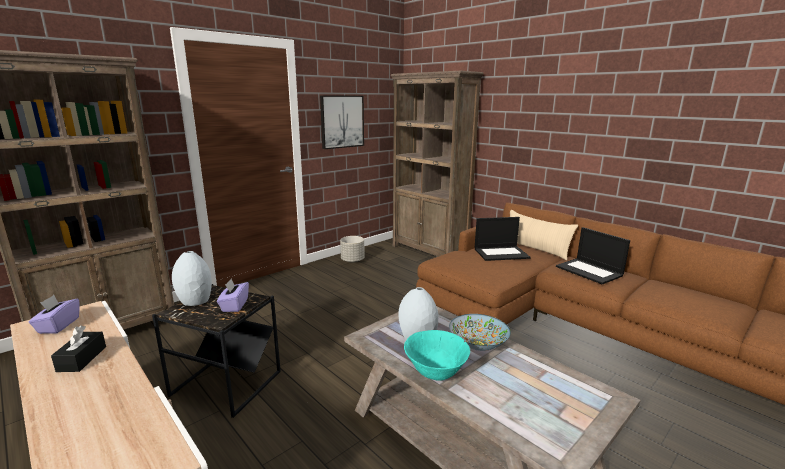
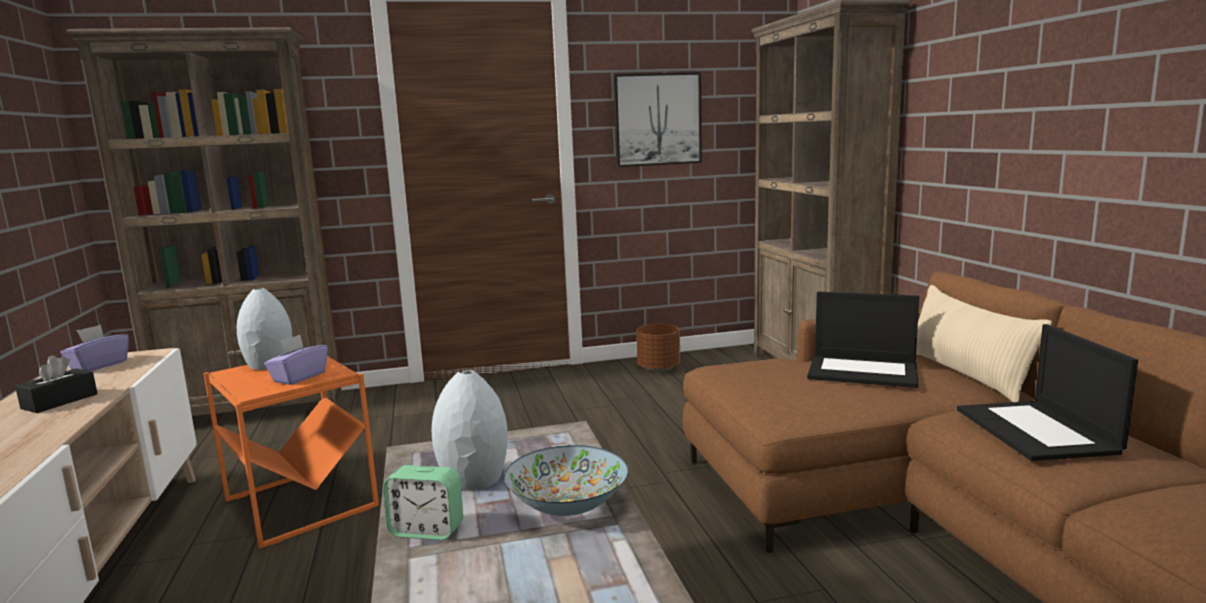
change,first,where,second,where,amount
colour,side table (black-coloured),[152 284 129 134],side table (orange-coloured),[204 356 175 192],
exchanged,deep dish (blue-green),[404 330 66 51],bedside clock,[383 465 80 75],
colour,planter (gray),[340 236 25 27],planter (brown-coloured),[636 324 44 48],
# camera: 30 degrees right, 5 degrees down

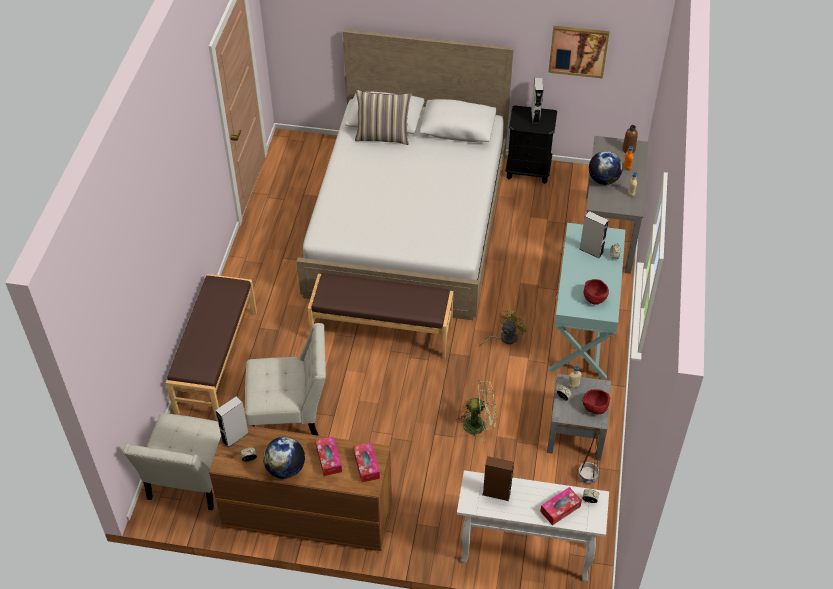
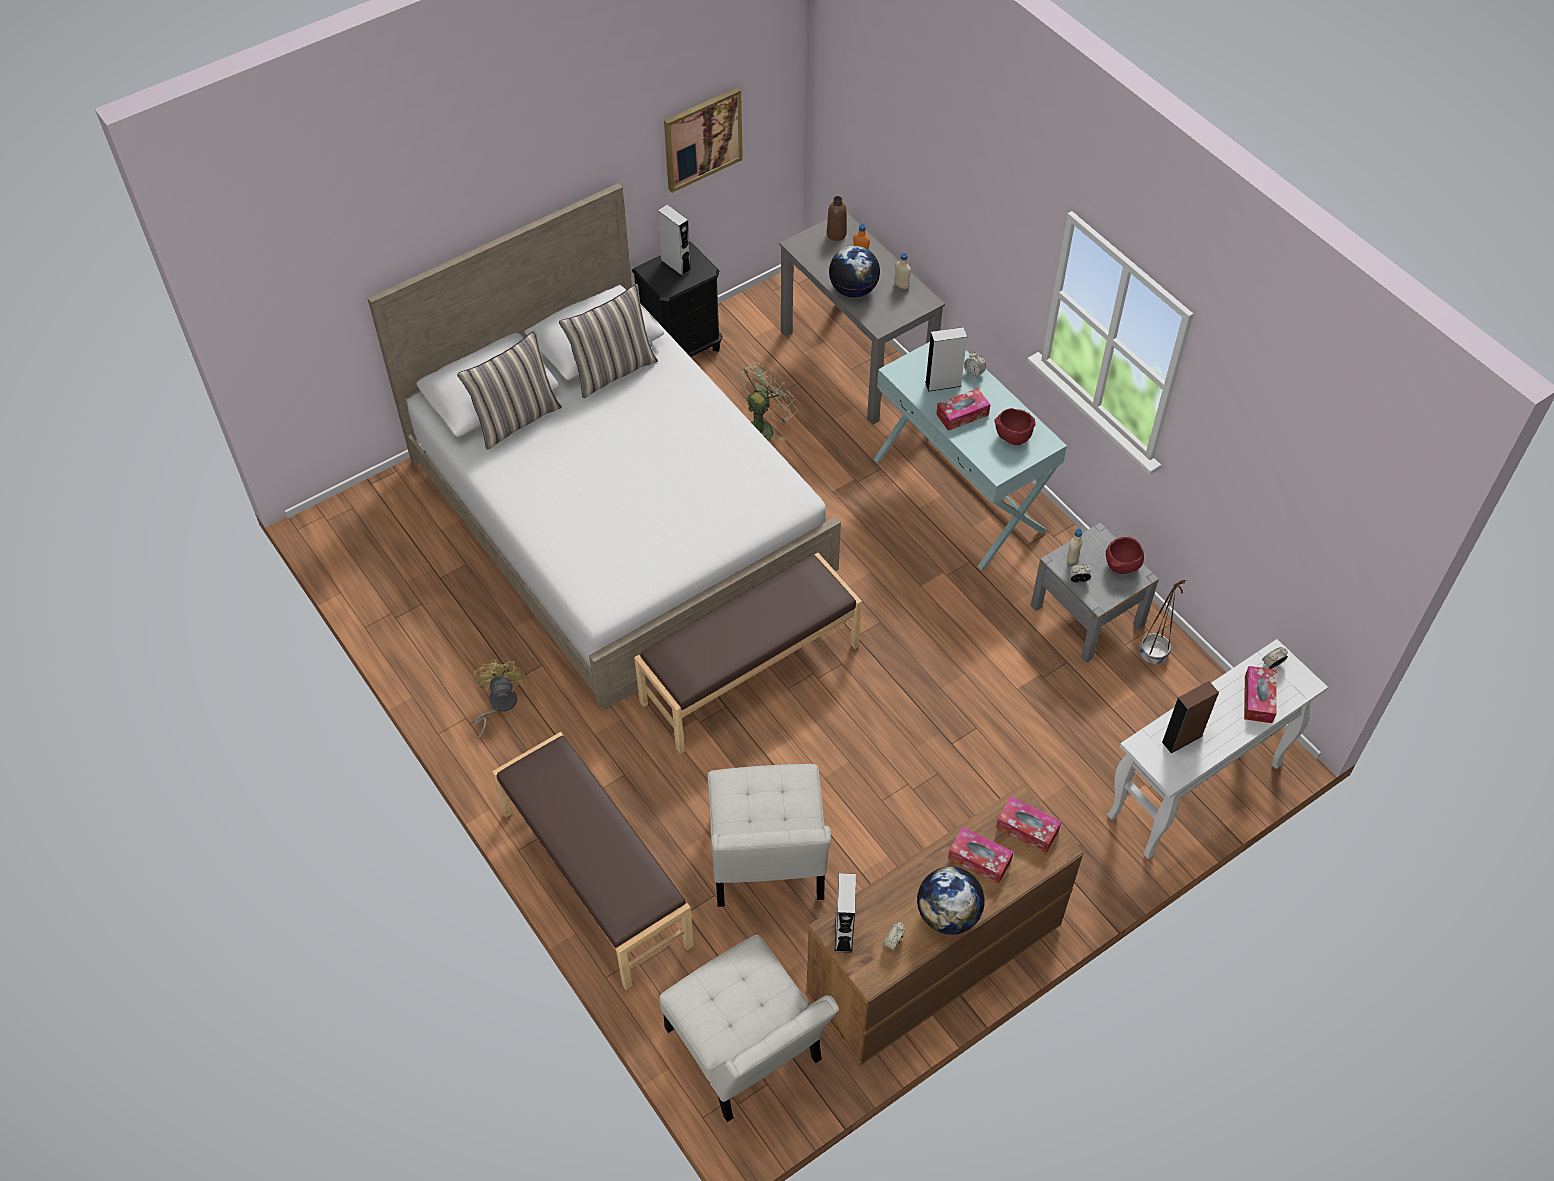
change,first,where,second,where,amount
relocated,fan (yellow-coloured),[480 309 47 37],,[473 659 52 81],
appeared,,,throw pillow,[559 284 99 114],
spun,upright chair (white-coloured),[245 323 81 113],,[708 764 123 143],135 degrees clockwise
relocated,fan (green-coloured),[456 380 40 62],,[740 362 57 79],
appeared,,,box of tissues,[936 388 54 43],
# camera: 45 degrees left, 5 degrees up

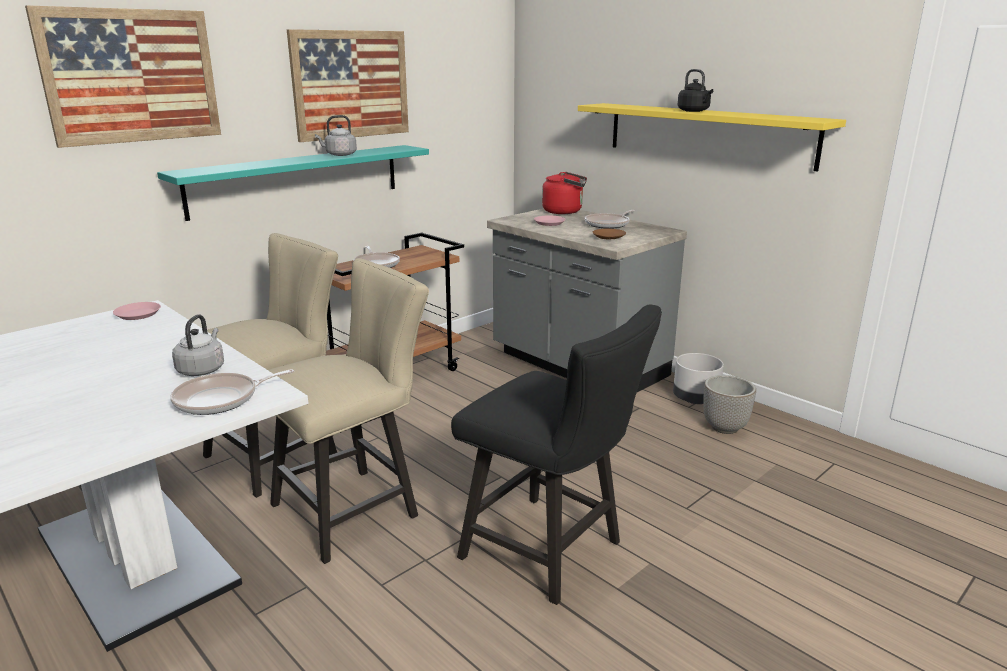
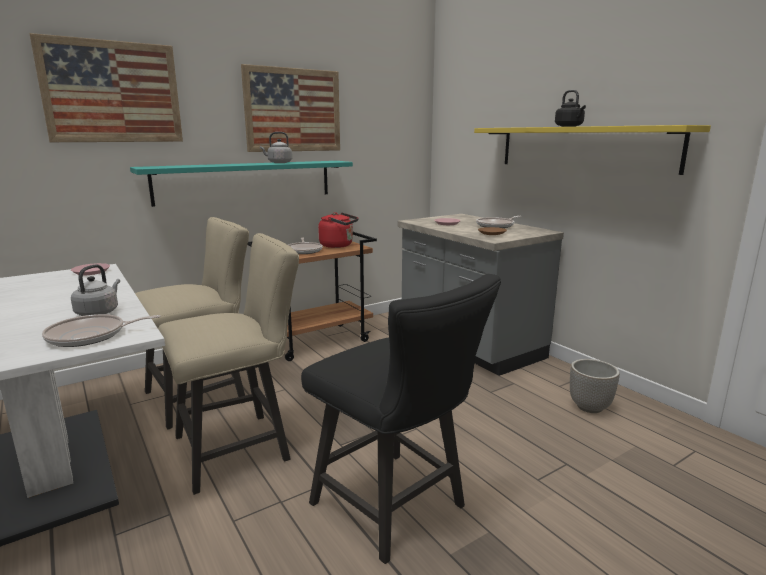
change,first,where,second,where,amount
relocated,water kettle (red),[542 172 45 42],,[318 212 40 36],
missing,planter (gray),[673 353 51 51],,,
# camera: 10 degrees right, 5 degrees down

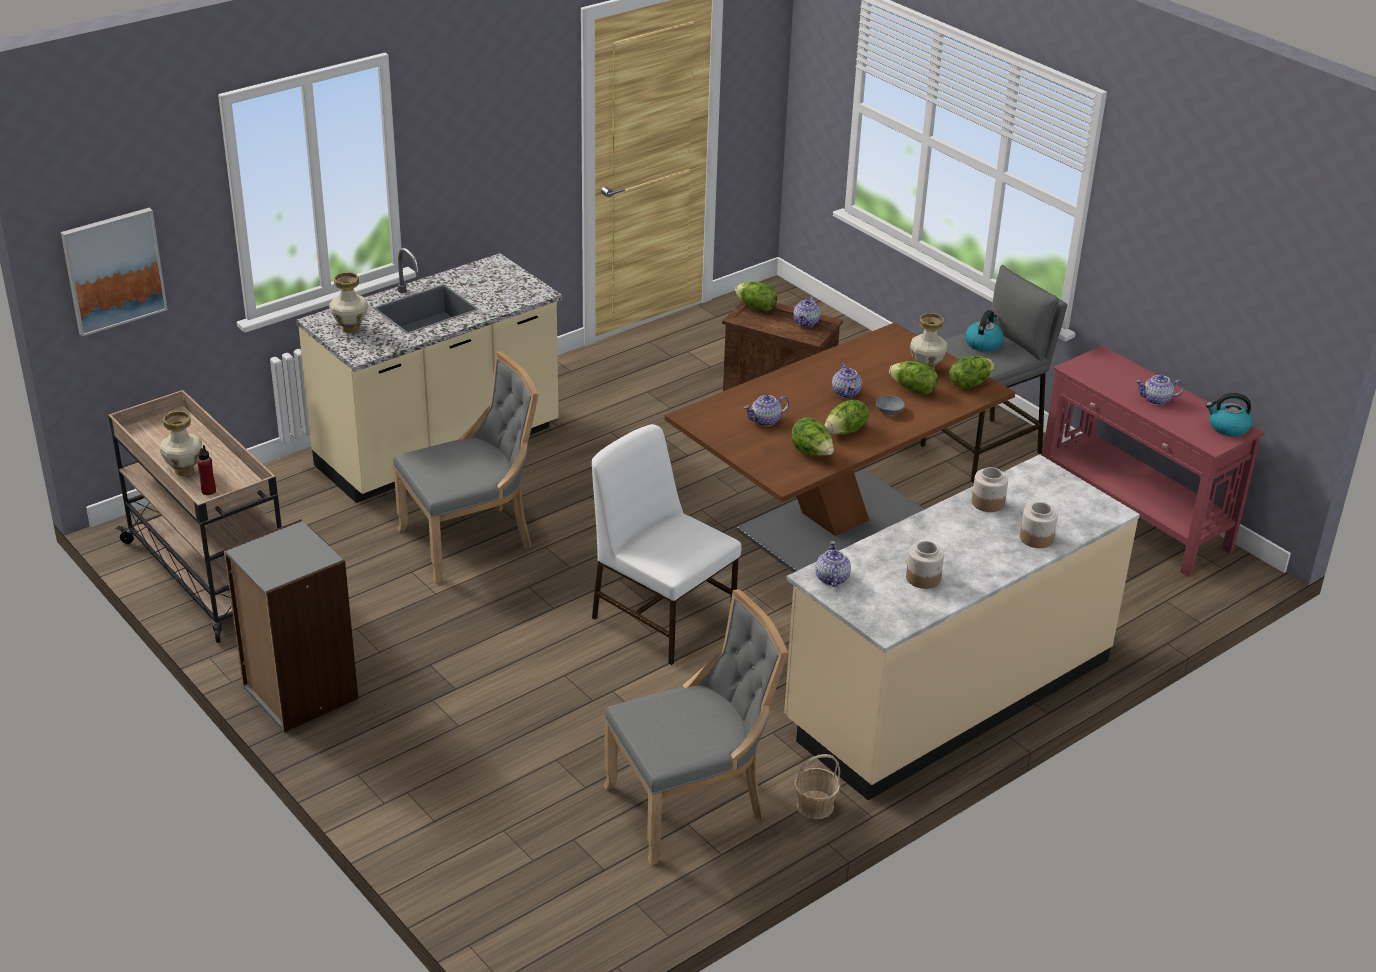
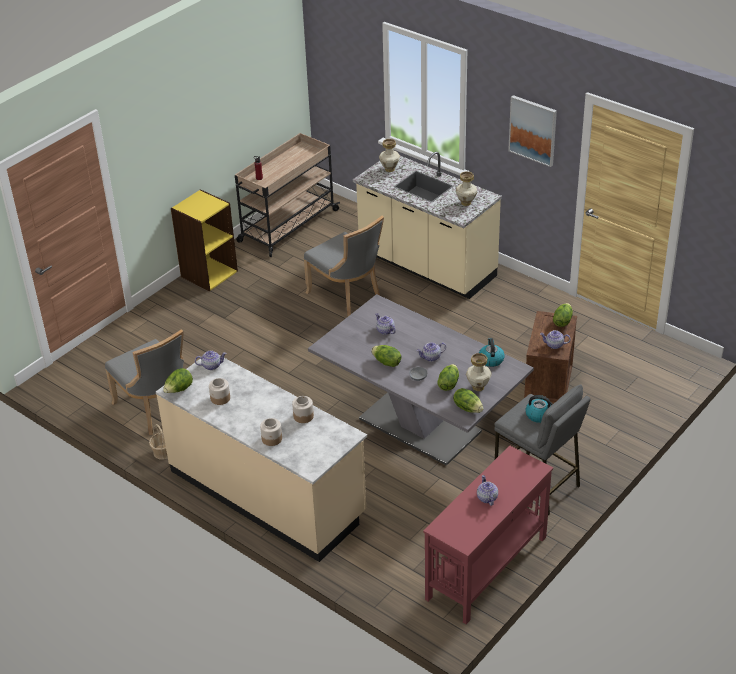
change,first,where,second,where,amount
relocated,head of lettuce,[791 417 43 39],,[163 368 30 25],
colour,bookshelf (gray),[224 519 134 213],bookshelf (yellow-coloured),[171 189 67 102],
colour,dining table (brown-coloured),[665 322 350 251],dining table (gray),[308 294 226 172],
relocated,flower vase,[160 411 42 65],,[456 171 21 35],
relocated,water kettle,[1206 393 47 44],,[479 338 26 29],
relocated,picture,[61 208 107 129],,[508 95 49 72],
missing,upright chair (white-coloured),[592 424 149 241],,,
# camera: 80 degrees right, 5 degrees up

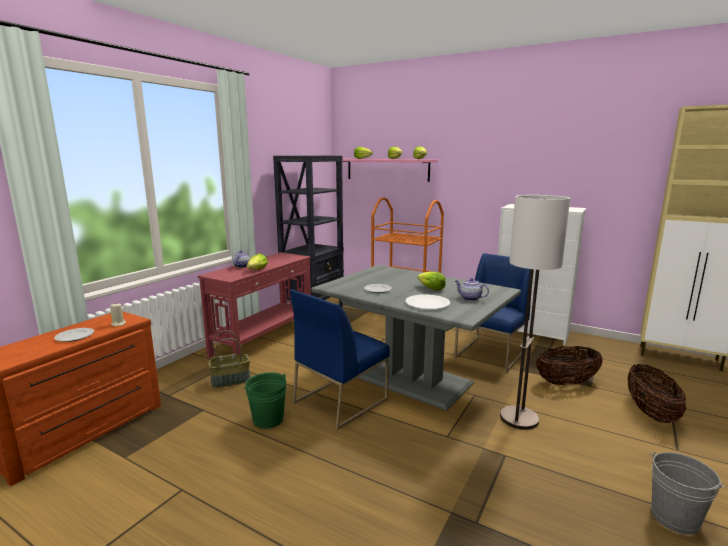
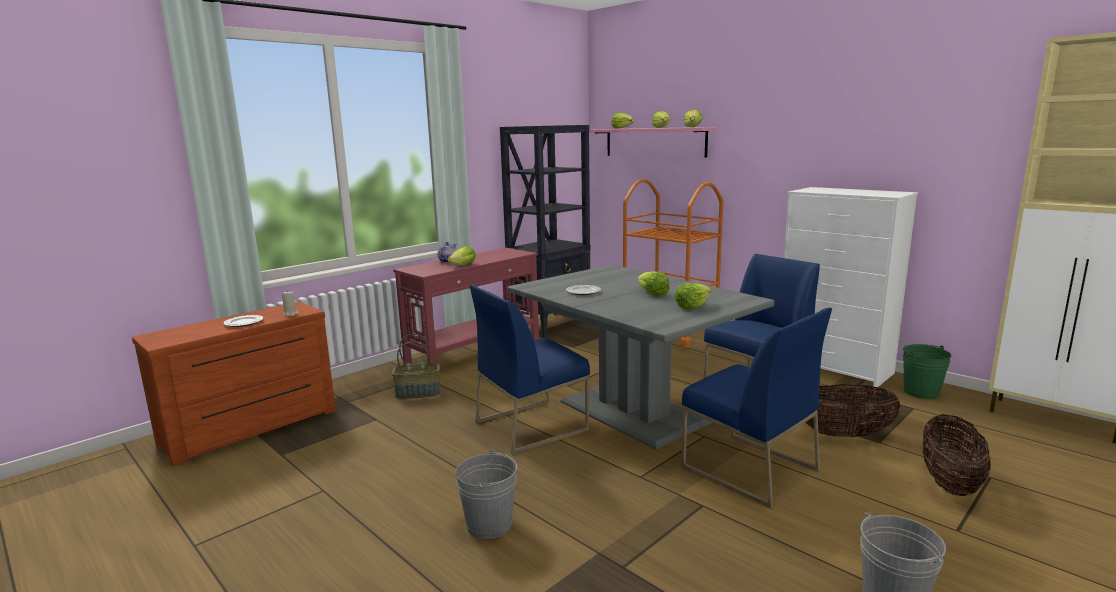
change,first,where,second,where,amount
appeared,,,pail (gray),[455 449 62 90],
exchanged,tea pot,[455 278 34 23],head of lettuce,[674 283 37 27],
exchanged,standing lamp,[500 195 70 235],upright chair (blue-coloured),[681 308 151 200],
relocated,pail (green-coloured),[243 372 43 57],,[903 344 49 55],
missing,plate (white-coloured),[405 294 45 15],,,
# camera: 15 degrees right, 0 degrees up

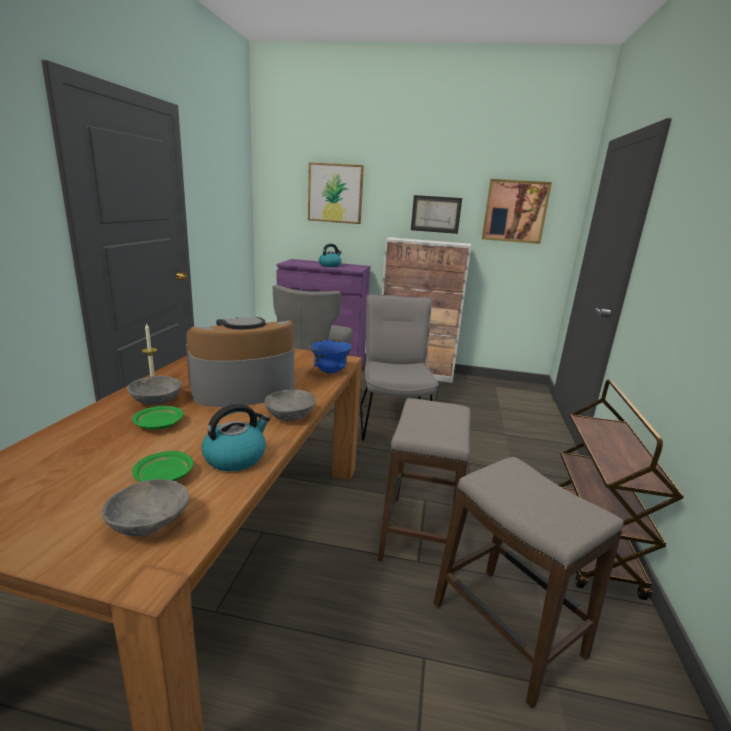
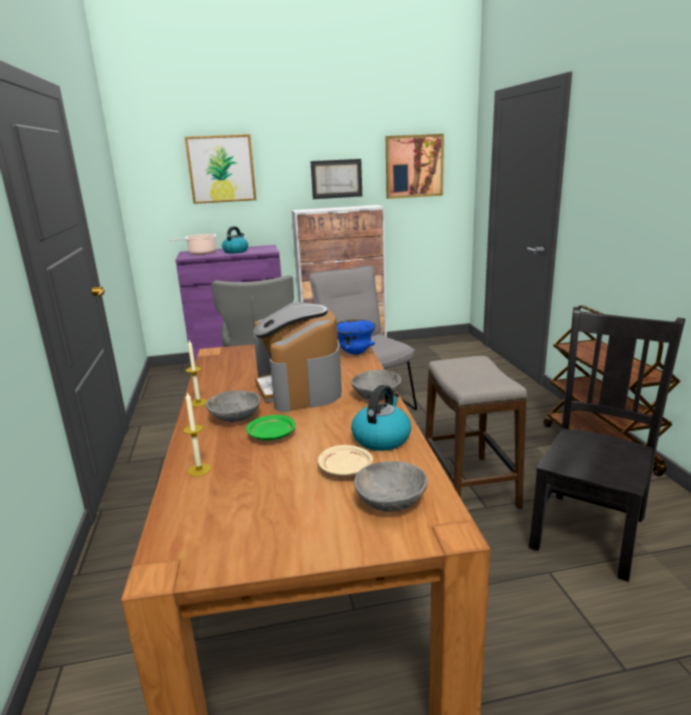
change,first,where,second,where,amount
appeared,,,stockpot,[170 234 46 20],
appeared,,,wax candle,[183 392 28 84],
spun,coffee brewer,[186 317 109 90],,[254 302 88 110],60 degrees counterclockwise
colour,plate (green-coloured),[132 451 61 31],plate (sand-coloured),[318 445 55 31],
exchanged,sitting stool,[433 457 191 252],upright chair (black-coloured),[529 307 156 275],
# camera: 20 degrees left, 0 degrees up

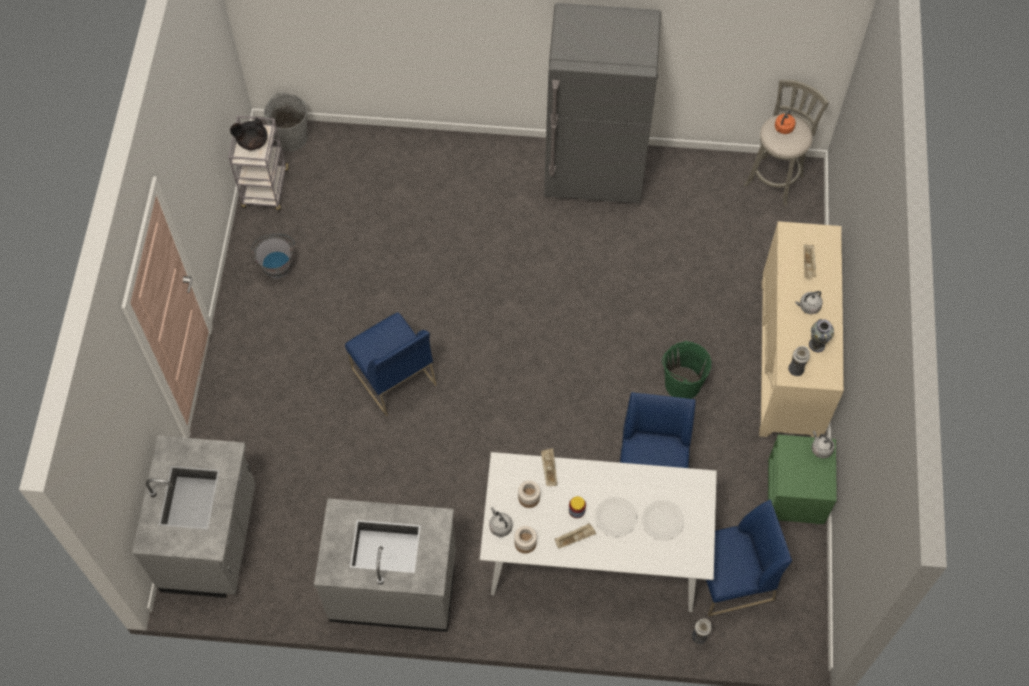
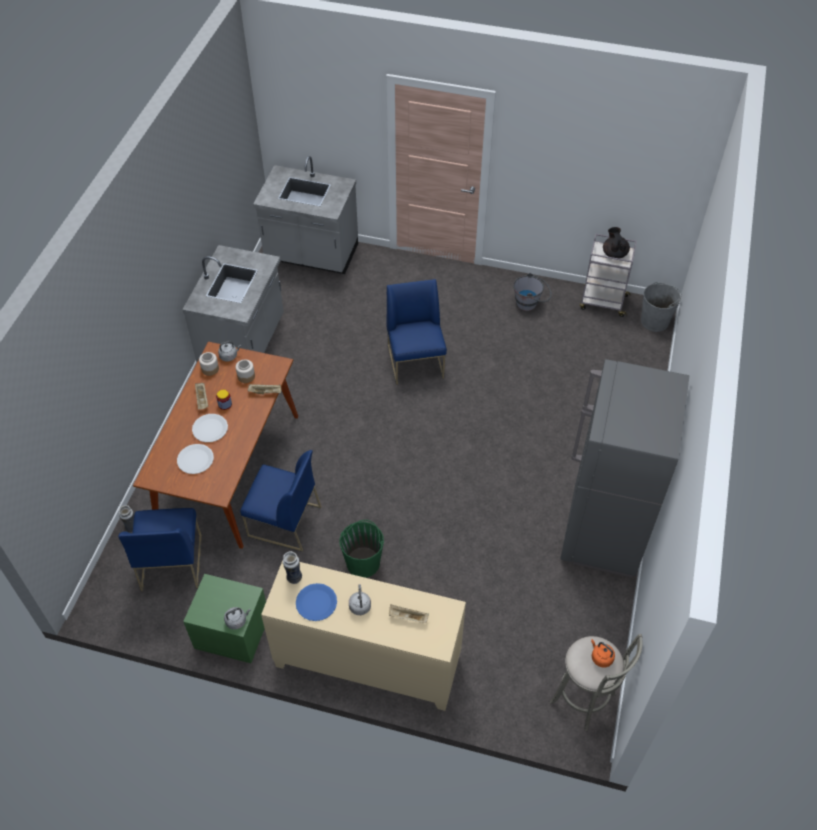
change,first,where,second,where,amount
colour,dining table (white-coloured),[480 452 237 160],dining table (brown-coloured),[133 341 165 208],
exchanged,flower vase,[809 319 25 33],plate (blue-coloured),[296 583 41 38],
spun,upright chair (blue-coloured),[345 312 91 104],,[386 279 61 106],105 degrees clockwise
# camera: 100 degrees right, 10 degrees down

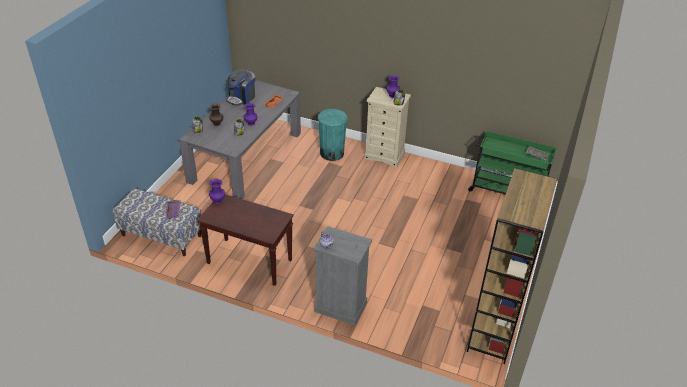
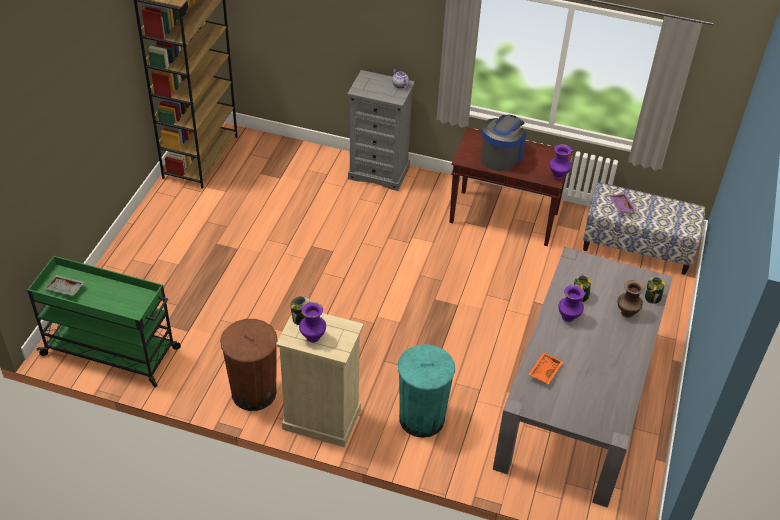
change,first,where,second,where,amount
appeared,,,waste bin (brown-coloured),[220 319 58 92],
relocated,coffee brewer,[226 70 29 36],,[481 115 45 56],
# camera: 175 degrees right, 5 degrees up

